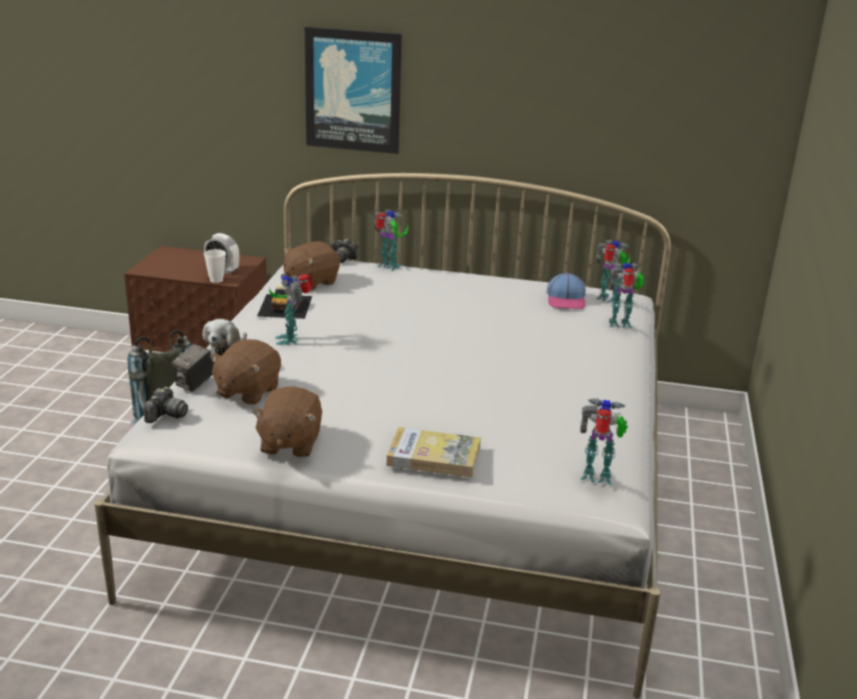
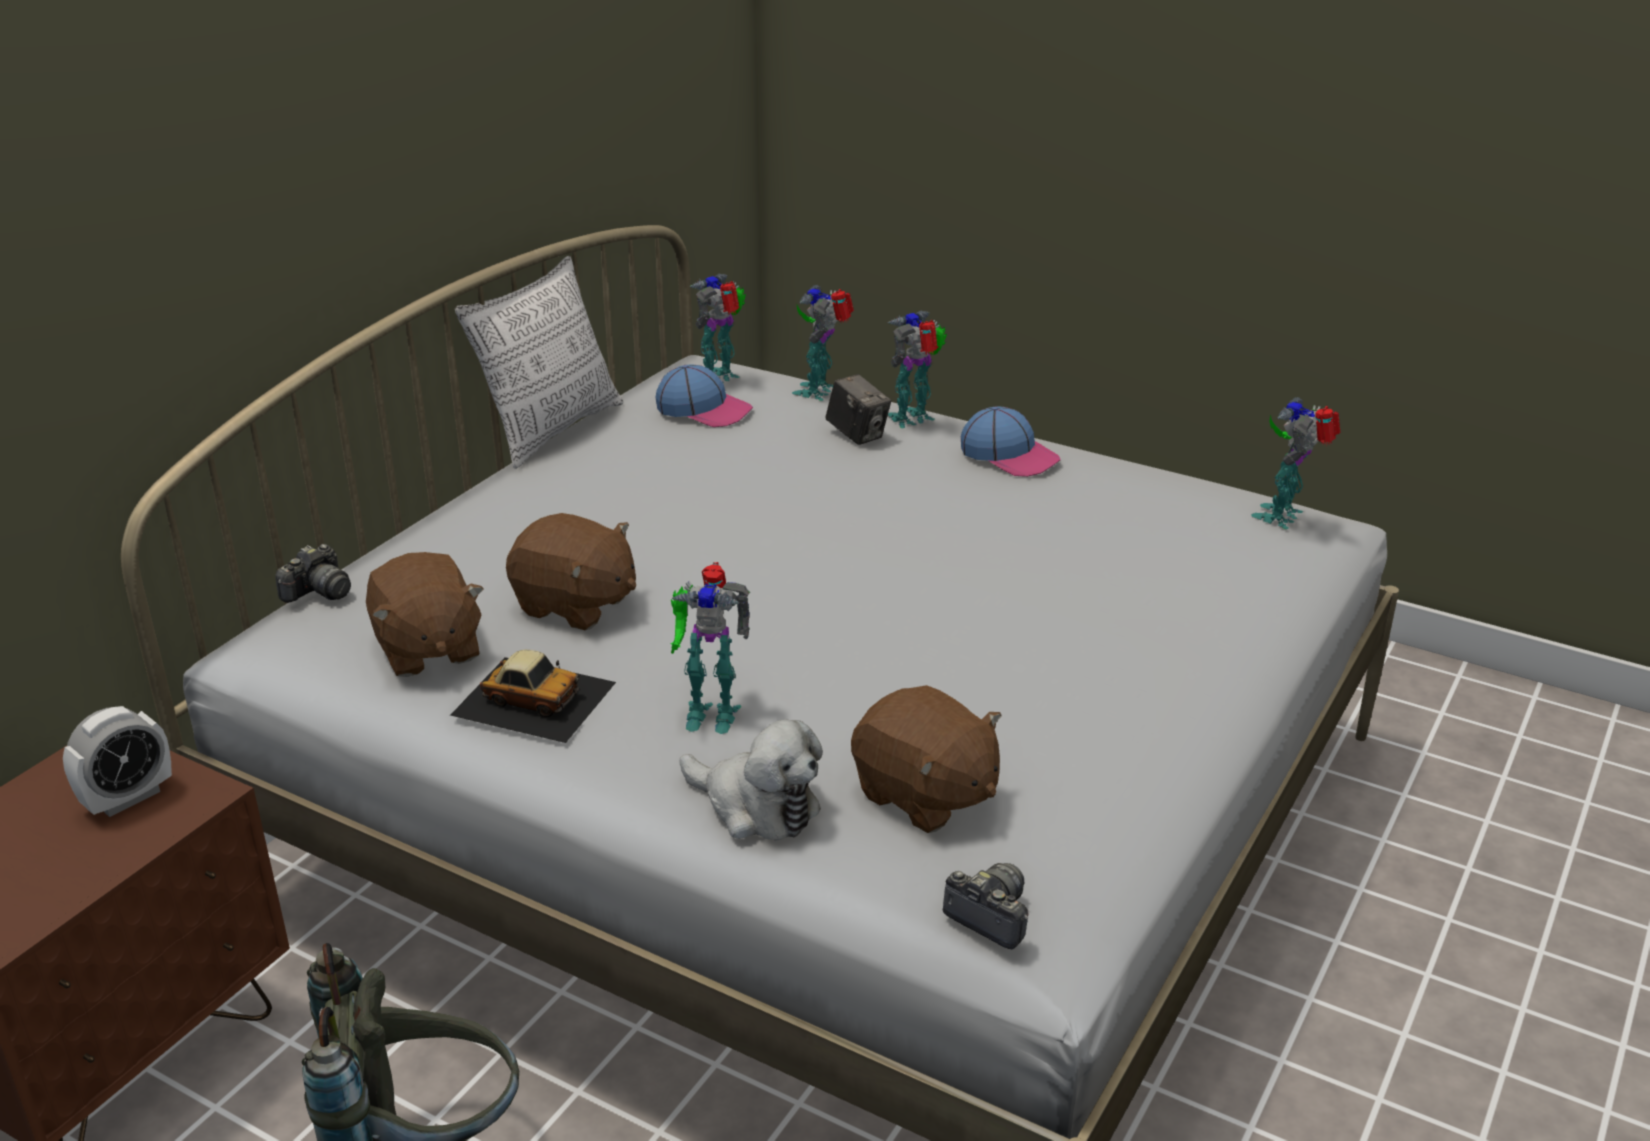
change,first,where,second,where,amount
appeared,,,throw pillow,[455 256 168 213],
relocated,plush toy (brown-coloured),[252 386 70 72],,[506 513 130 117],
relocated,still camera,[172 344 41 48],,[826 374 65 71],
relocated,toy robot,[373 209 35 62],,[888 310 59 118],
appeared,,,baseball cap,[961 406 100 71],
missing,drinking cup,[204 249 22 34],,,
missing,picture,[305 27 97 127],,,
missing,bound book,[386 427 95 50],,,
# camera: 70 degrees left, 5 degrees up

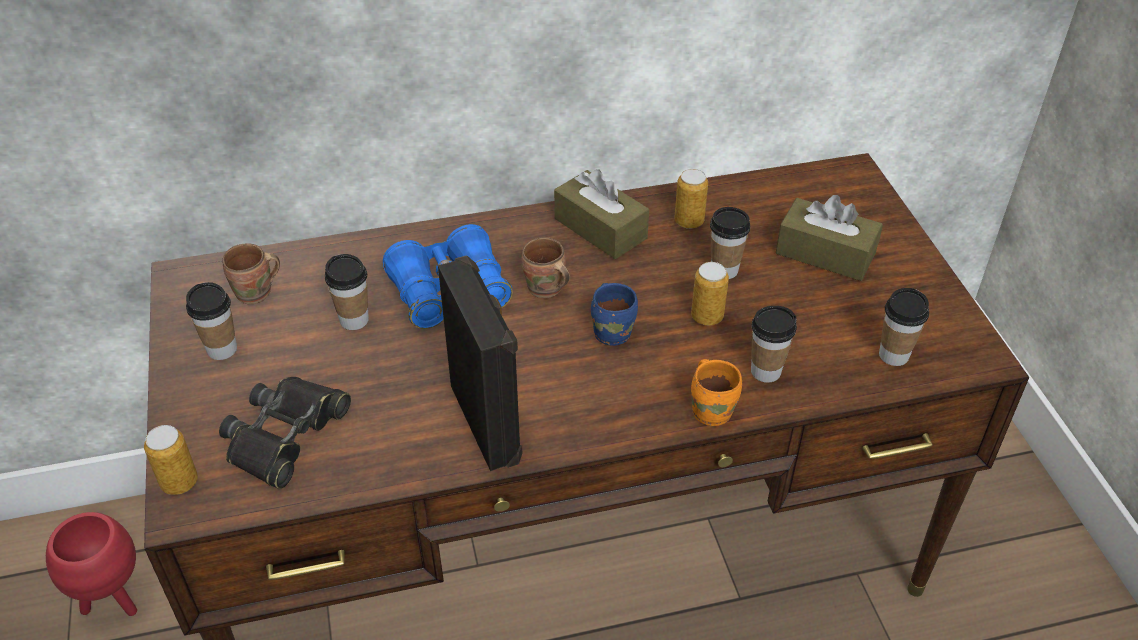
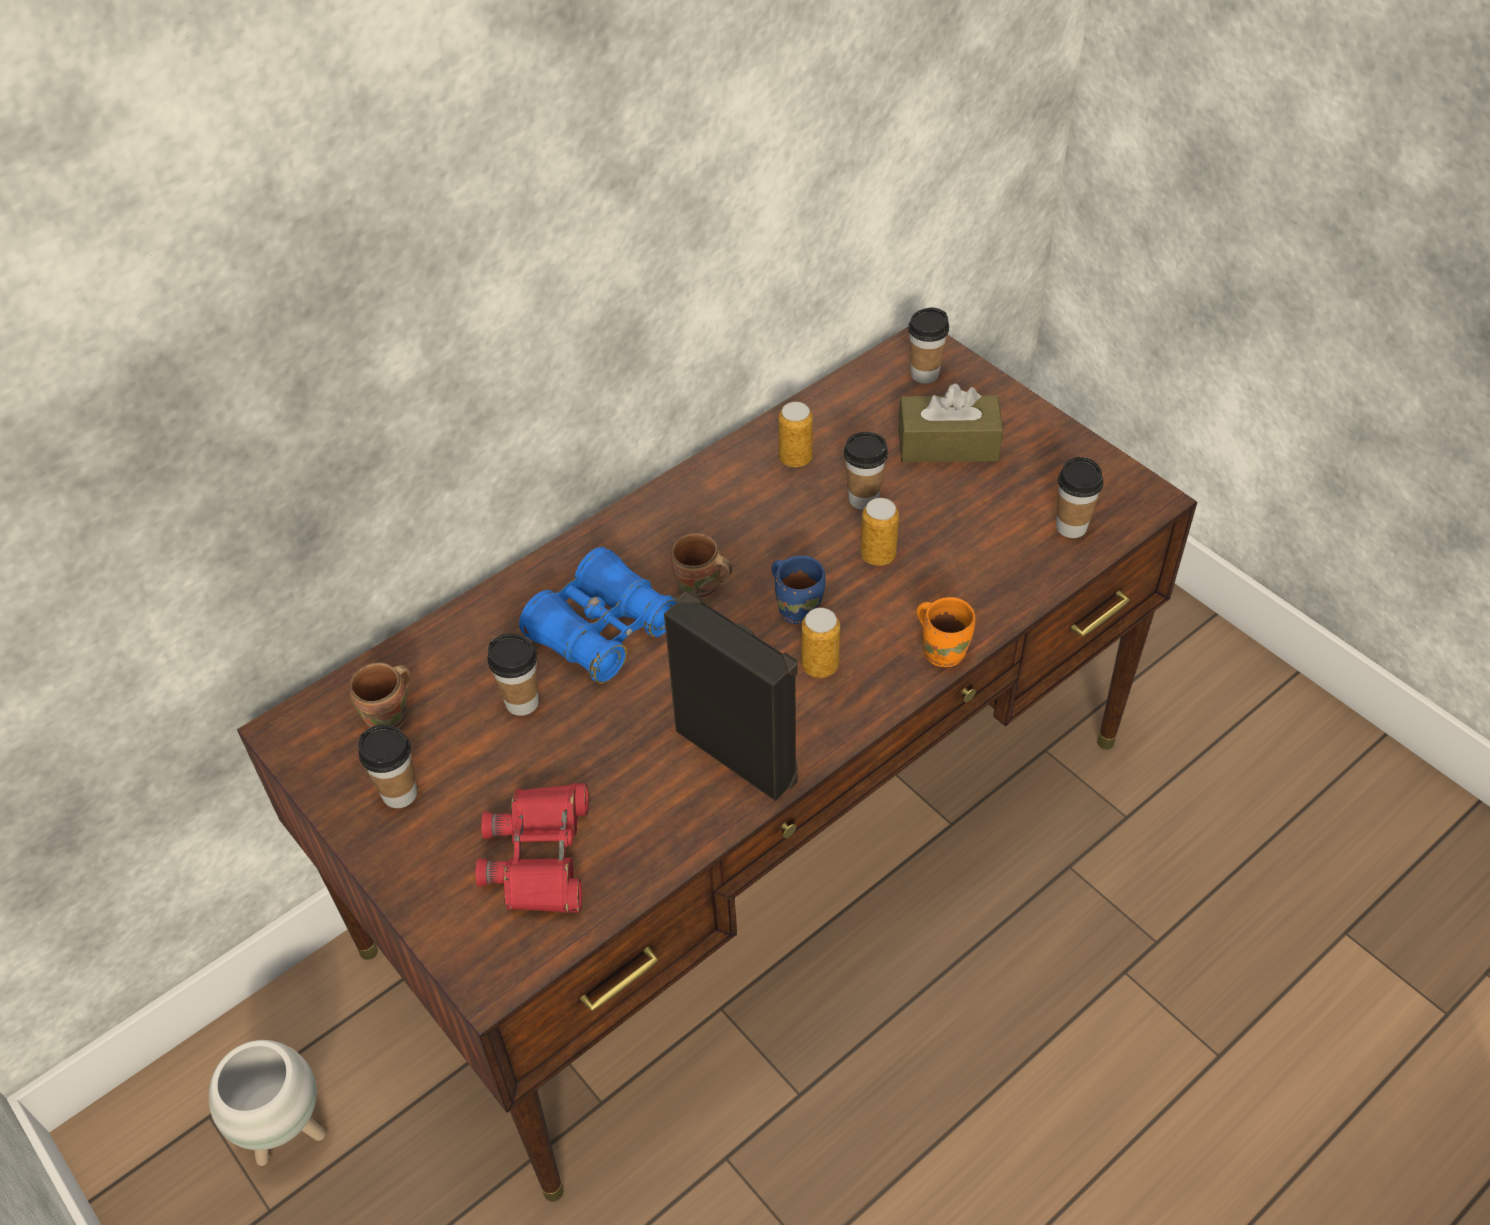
change,first,where,second,where,amount
colour,planter (red),[46 512 91 104],planter (white-coloured),[209 1040 117 126],
colour,field glasses (black-coloured),[219 377 132 112],field glasses (red),[476 783 113 130],
relocated,sealed can,[144 425 54 70],,[801 608 39 70],
relocated,drinking cup,[751 306 46 77],,[908 308 41 76],
missing,box of tissues (brown-coloured),[554 169 95 90],,,
# camera: 25 degrees left, 5 degrees up

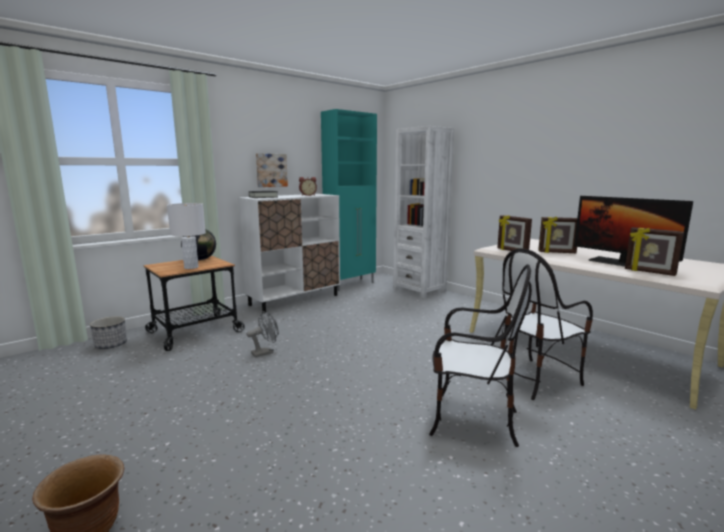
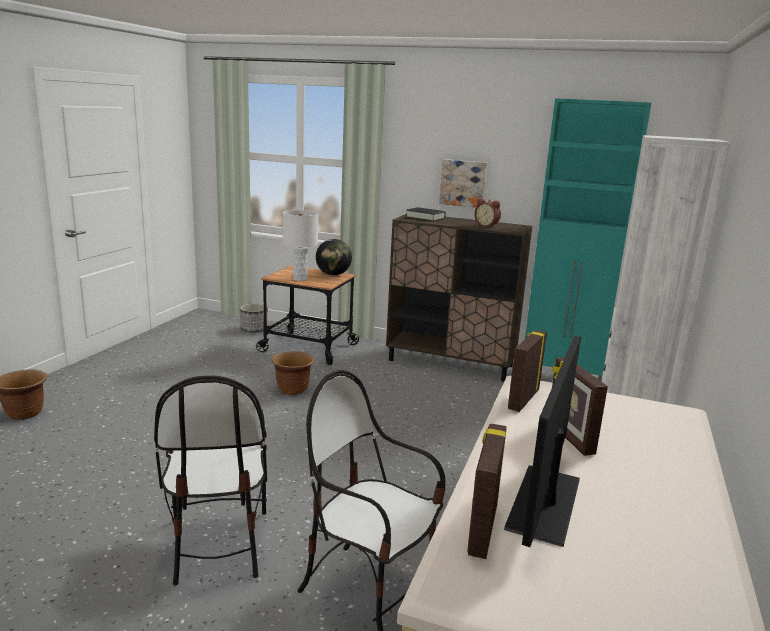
change,first,where,second,where,amount
exchanged,fan (gray),[247 311 32 46],planter (brown-coloured),[272 351 43 44],
colour,storage cabinet (white-coloured),[238 194 102 120],storage cabinet (brown-coloured),[386 214 146 168],
# camera: 60 degrees right, 5 degrees up

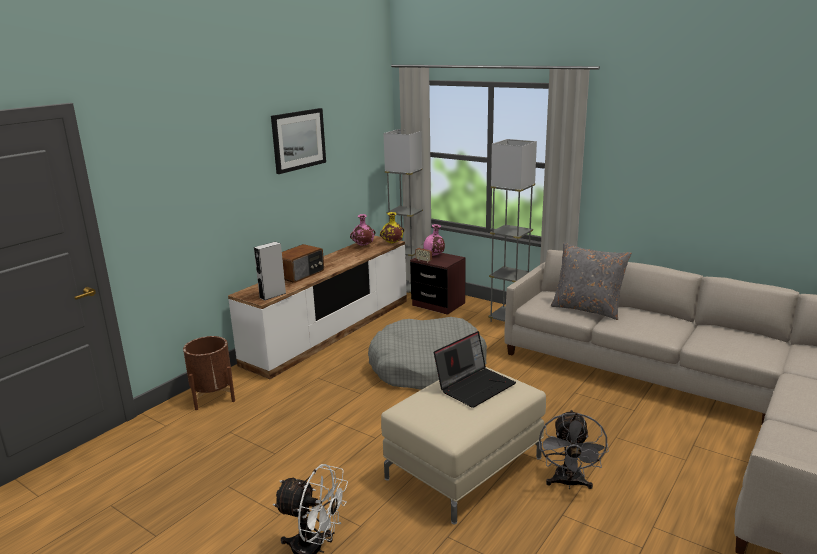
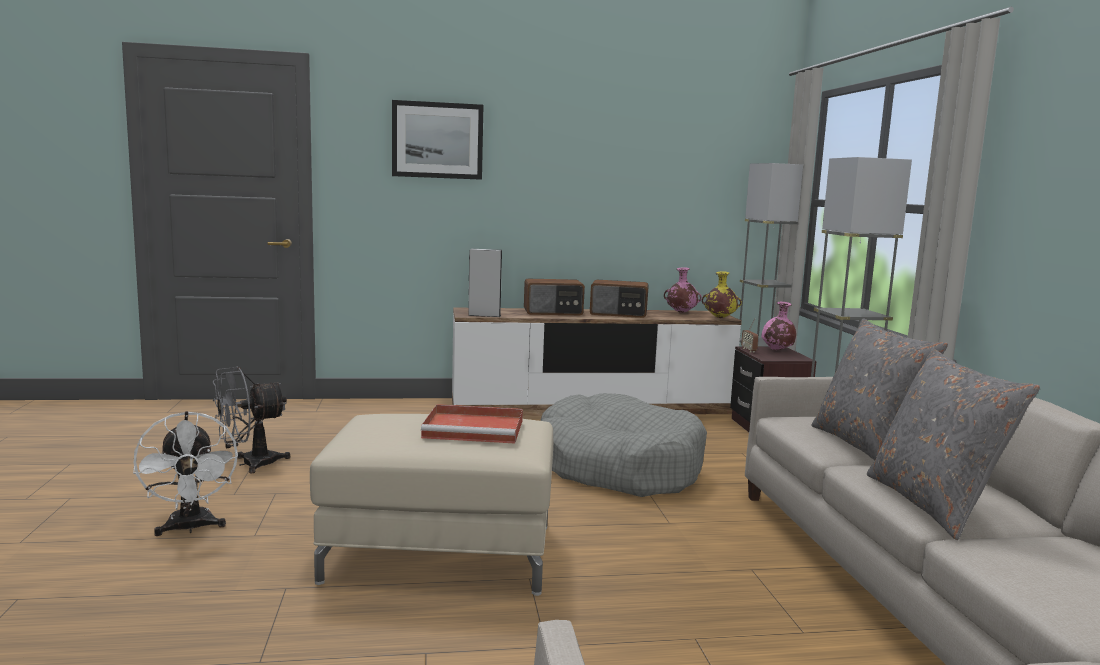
change,first,where,second,where,amount
relocated,fan (gray),[539 410 70 79],,[213 366 78 107],
relocated,picture,[271 108 55 66],,[392 100 91 80],
exchanged,laptop,[434 331 82 77],serving tray (red),[421 404 102 39],
appeared,,,radio set,[590 280 59 38],
appeared,,,throw pillow (gray),[867 348 173 192],
missing,planter (brown-coloured),[183 336 52 74],,,
# camera: 45 degrees right, 10 degrees down

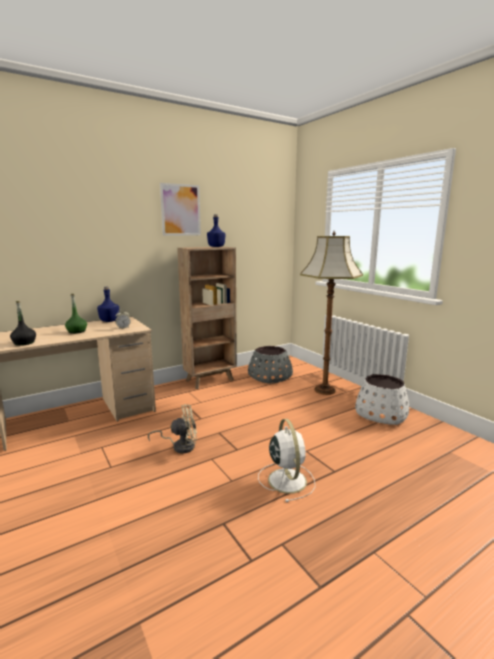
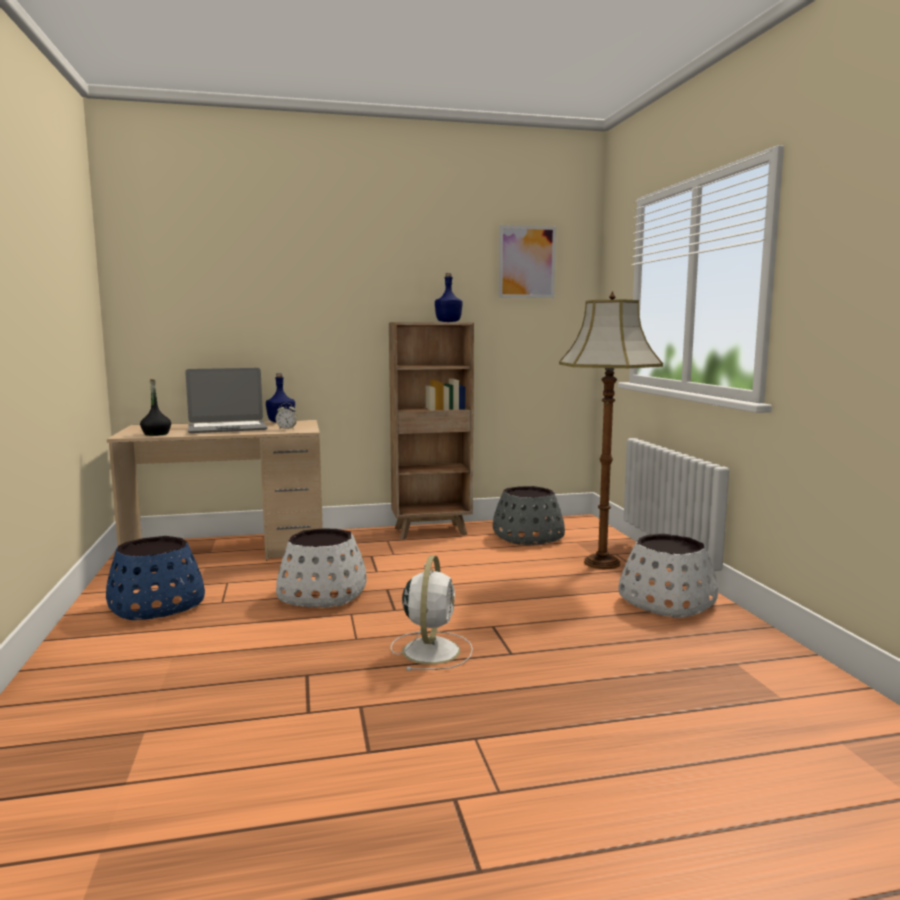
change,first,where,second,where,amount
appeared,,,planter (blue-coloured),[106 536 99 84],
exchanged,beverage bottle (green-coloured),[65 294 22 40],laptop,[185 368 83 65],
exchanged,fan (sand-coloured),[148 404 49 49],planter (white-coloured),[276 528 91 79],
relocated,picture,[160 183 41 53],,[499 225 57 73],
# camera: 20 degrees right, 5 degrees down

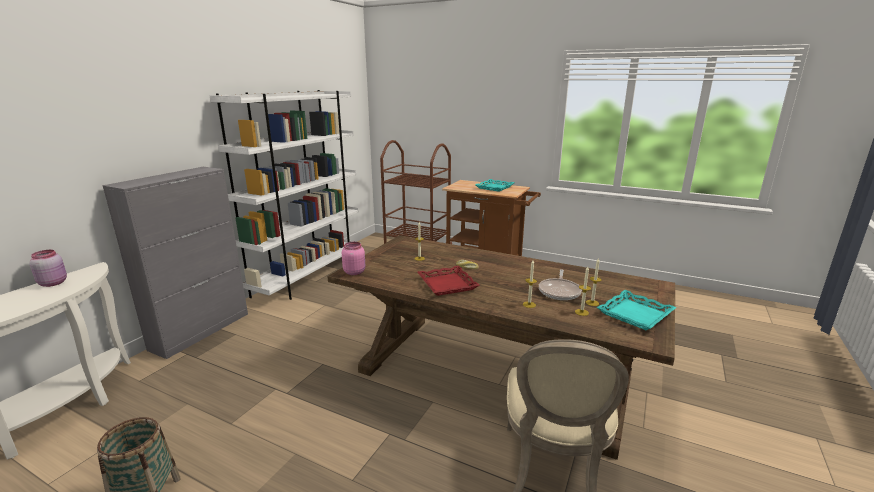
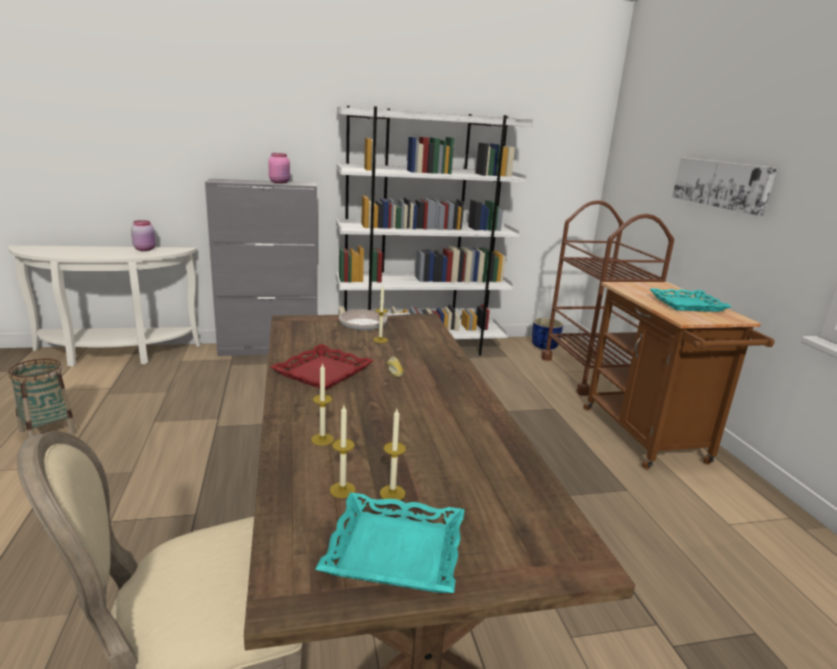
change,first,where,second,where,amount
relocated,jar (pink),[342 242 23 33],,[268 153 22 30],
relocated,frying pan,[539 269 43 31],,[339 310 71 20],
appeared,,,planter (blue-coloured),[532 318 31 32],
appeared,,,picture,[672 157 105 59],
# camera: 50 degrees right, 0 degrees up

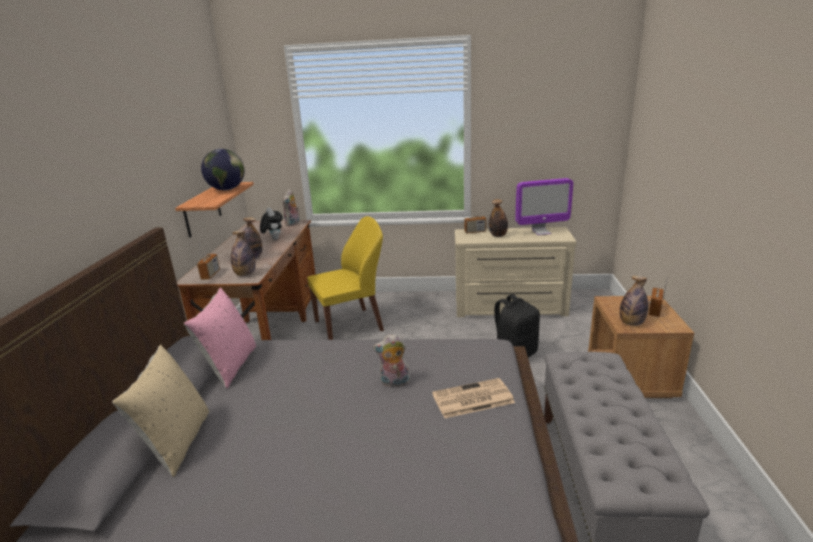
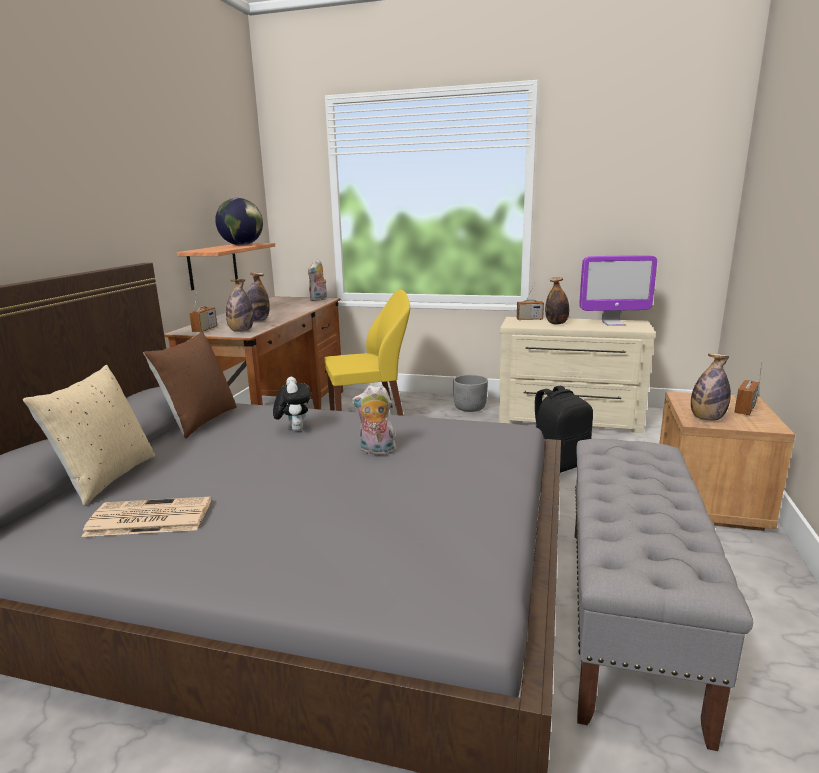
change,first,where,second,where,amount
relocated,daily paper,[432 378 83 40],,[82 497 129 40],
colour,throw pillow (pink),[184 288 72 101],throw pillow (brown-coloured),[144 332 93 107],
relocated,plush toy,[260 208 23 32],,[273 377 38 54],
appeared,,,planter (gray),[453 375 35 37],
# camera: 10 degrees right, 5 degrees down

